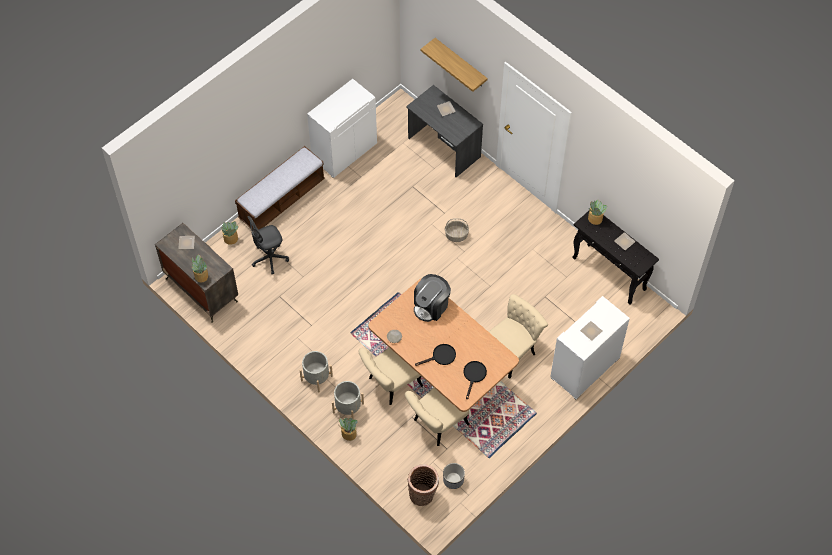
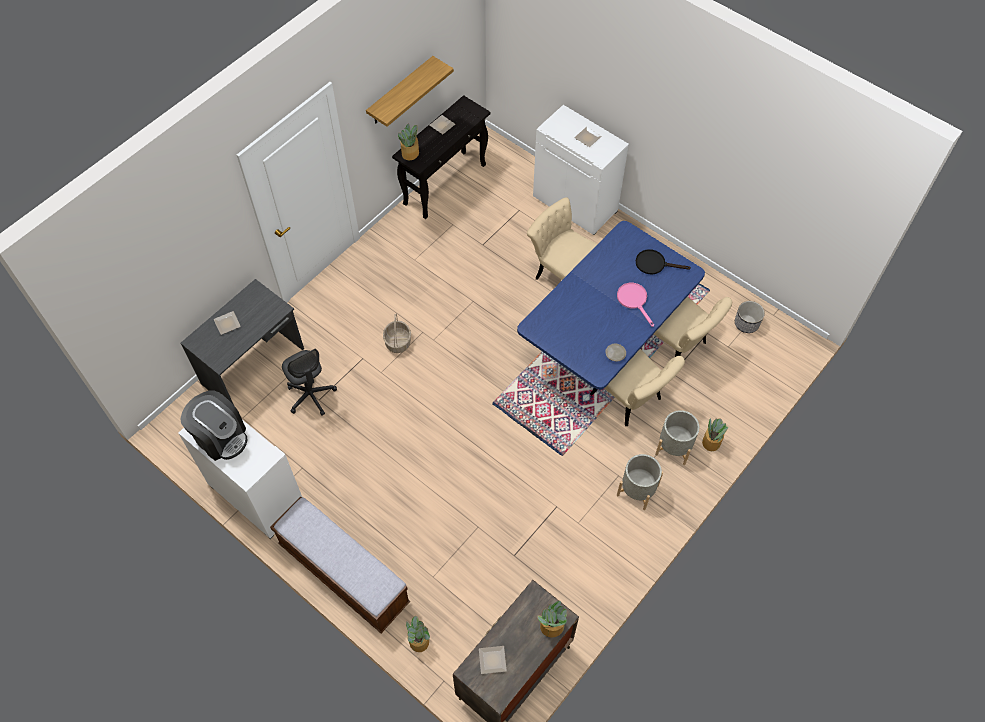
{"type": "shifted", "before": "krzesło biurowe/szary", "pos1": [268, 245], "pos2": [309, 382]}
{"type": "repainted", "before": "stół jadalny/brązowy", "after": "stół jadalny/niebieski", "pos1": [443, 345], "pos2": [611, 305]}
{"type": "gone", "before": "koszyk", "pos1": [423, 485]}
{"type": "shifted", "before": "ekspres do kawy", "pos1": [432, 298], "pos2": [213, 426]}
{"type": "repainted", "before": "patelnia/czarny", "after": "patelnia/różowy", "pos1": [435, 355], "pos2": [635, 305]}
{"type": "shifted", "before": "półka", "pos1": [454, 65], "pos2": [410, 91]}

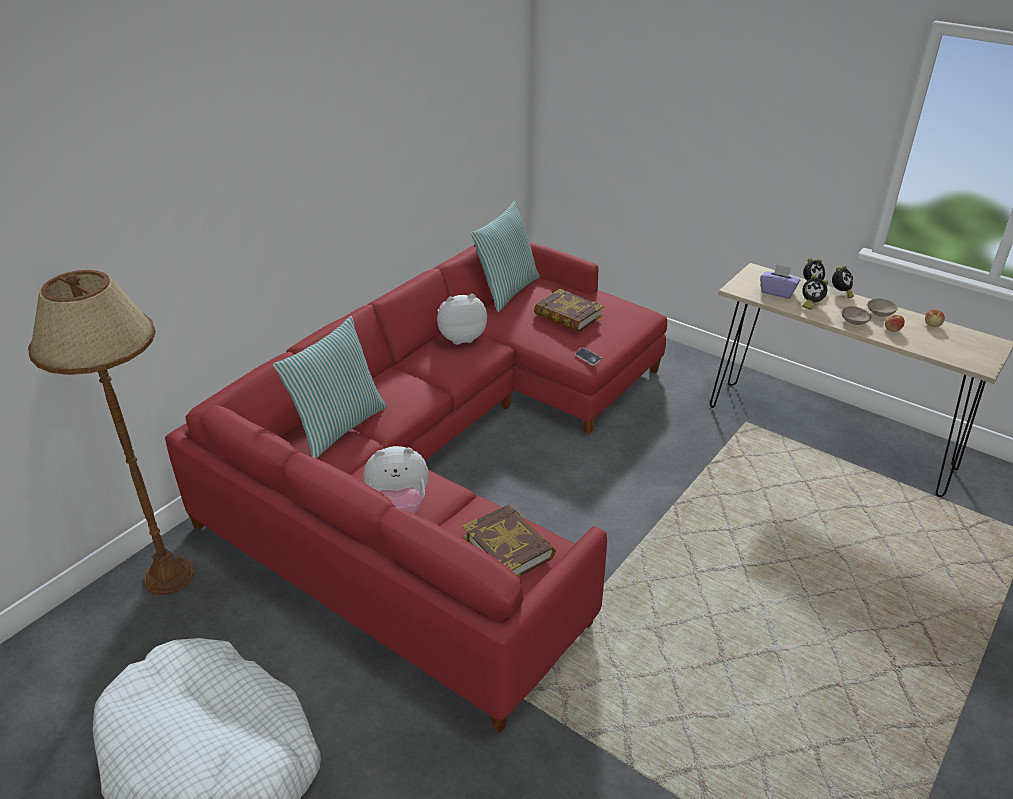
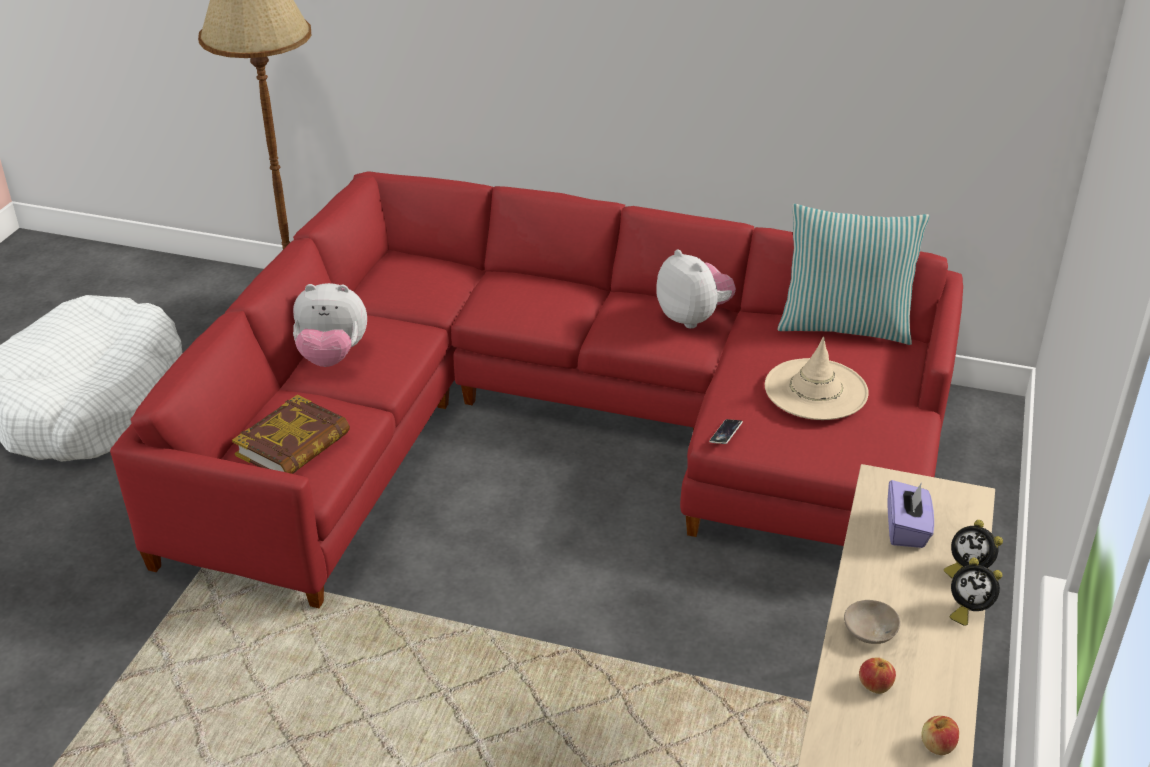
{"type": "gone", "before": "poduszka", "pos1": [330, 387]}
{"type": "rotated", "before": "pluszak", "pos1": [396, 480], "pos2": [330, 325], "turn": -60}
{"type": "swapped", "before": "książka", "after": "kapelusz/beżowy", "pos1": [569, 310], "pos2": [816, 378]}
{"type": "gone", "before": "budzik", "pos1": [815, 292]}
{"type": "gone", "before": "miska/beżowy", "pos1": [882, 308]}

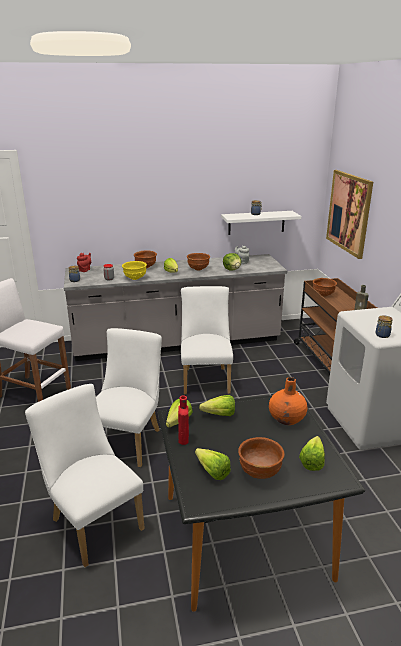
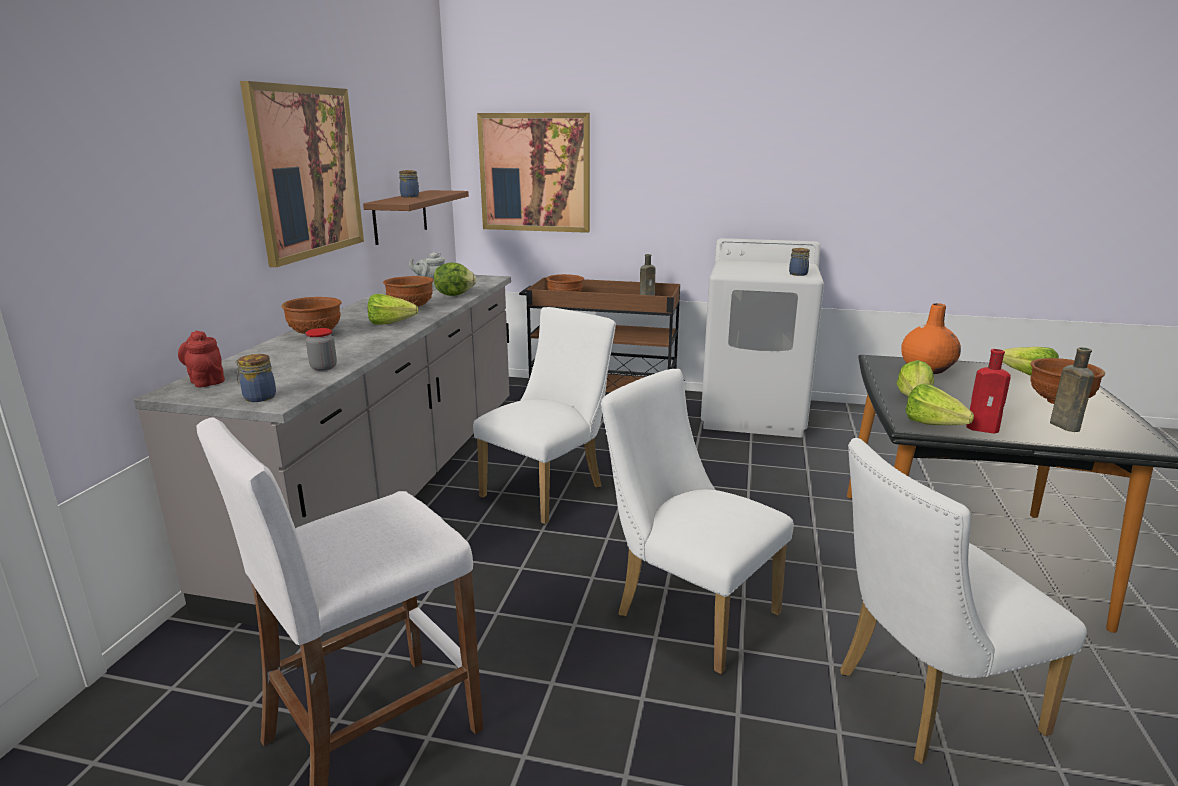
{"type": "gone", "before": "miska/żółty", "pos1": [134, 270]}
{"type": "rotated", "before": "krzesło/biały", "pos1": [207, 340], "pos2": [544, 415], "turn": 105}
{"type": "swapped", "before": "sałata", "after": "butelka/brązowy", "pos1": [213, 464], "pos2": [1072, 389]}
{"type": "repainted", "before": "półka/biały", "after": "półka/brązowy", "pos1": [261, 223], "pos2": [416, 217]}
{"type": "new", "after": "obraz", "pos2": [302, 174]}

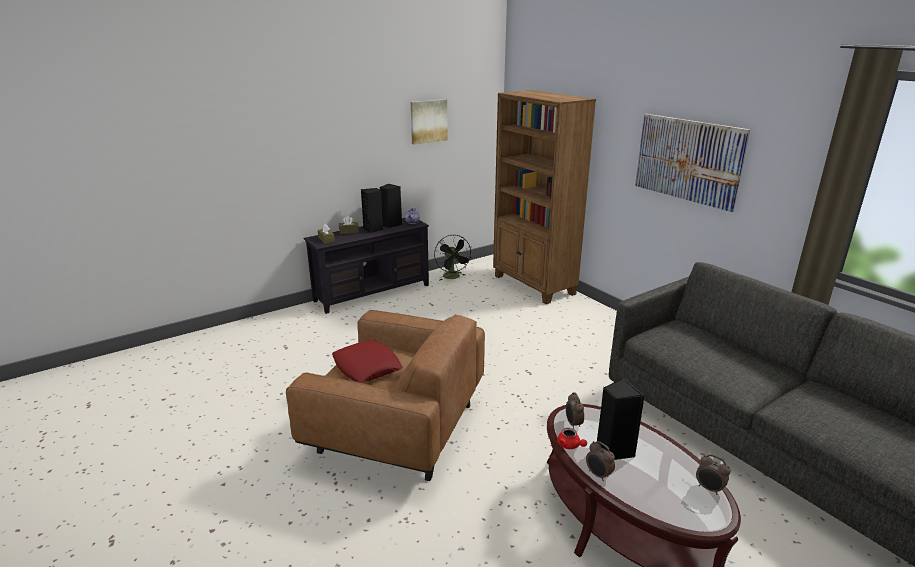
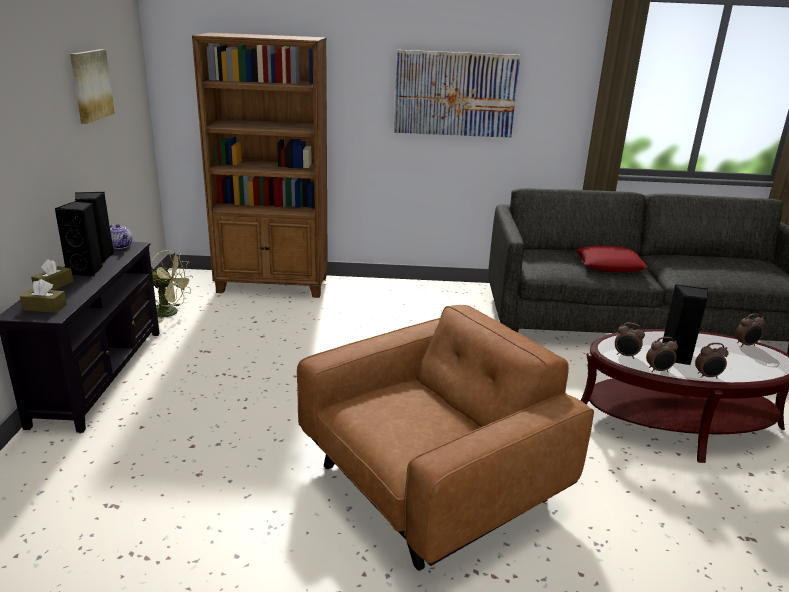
{"type": "shifted", "before": "poduszka/czerwony", "pos1": [367, 361], "pos2": [612, 258]}
{"type": "repainted", "before": "wentylator/czarny", "after": "wentylator/zielony", "pos1": [453, 257], "pos2": [172, 286]}
{"type": "swapped", "before": "imbryk/czerwony", "after": "budzik", "pos1": [572, 438], "pos2": [662, 354]}

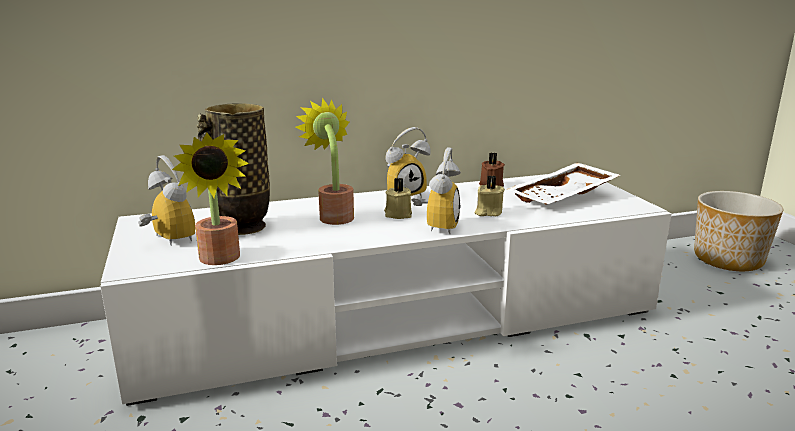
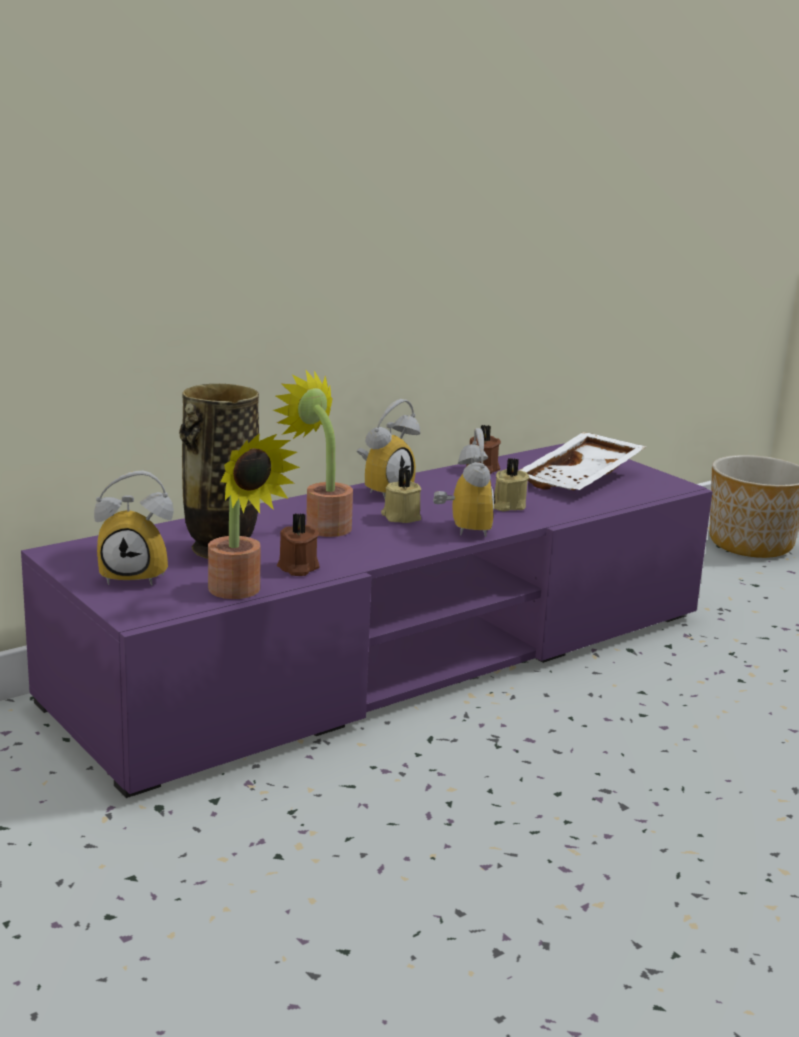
{"type": "repainted", "before": "szafka pod telewizor/biały", "after": "szafka pod telewizor/fioletowy", "pos1": [385, 290], "pos2": [367, 620]}
{"type": "rotated", "before": "budzik", "pos1": [166, 200], "pos2": [134, 528], "turn": 150}
{"type": "new", "after": "świeca/brązowy", "pos2": [298, 544]}

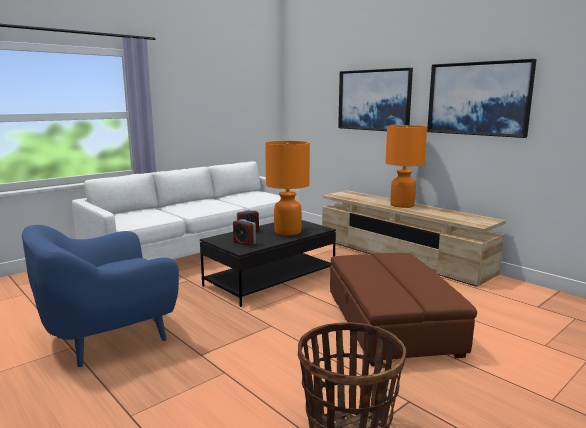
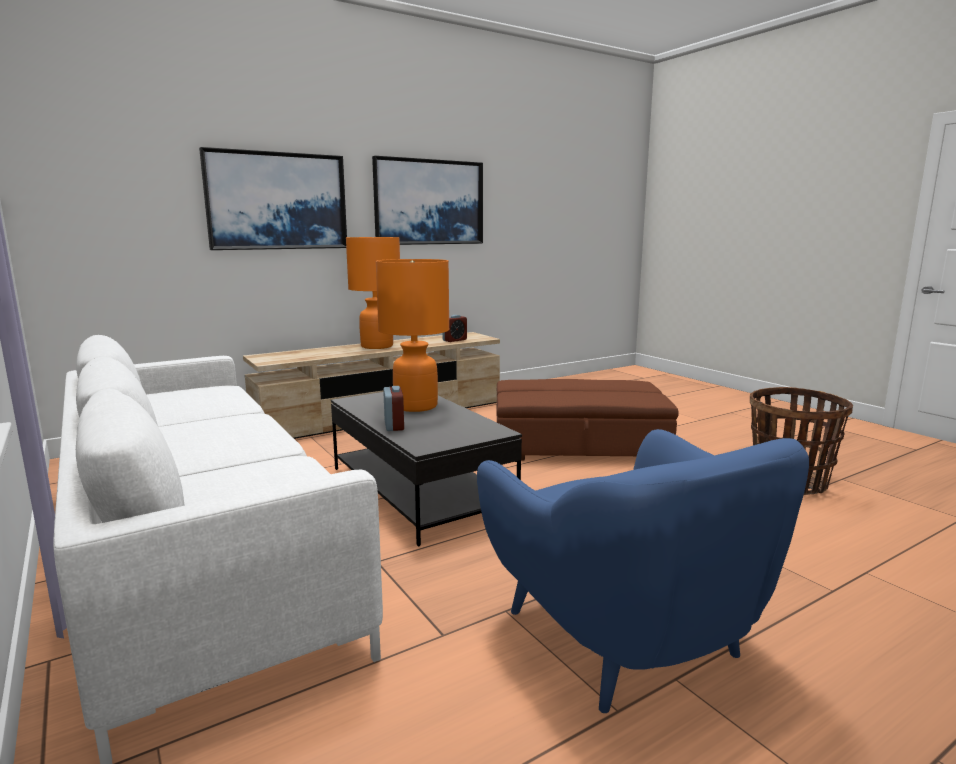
{"type": "shifted", "before": "budzik", "pos1": [244, 232], "pos2": [455, 328]}

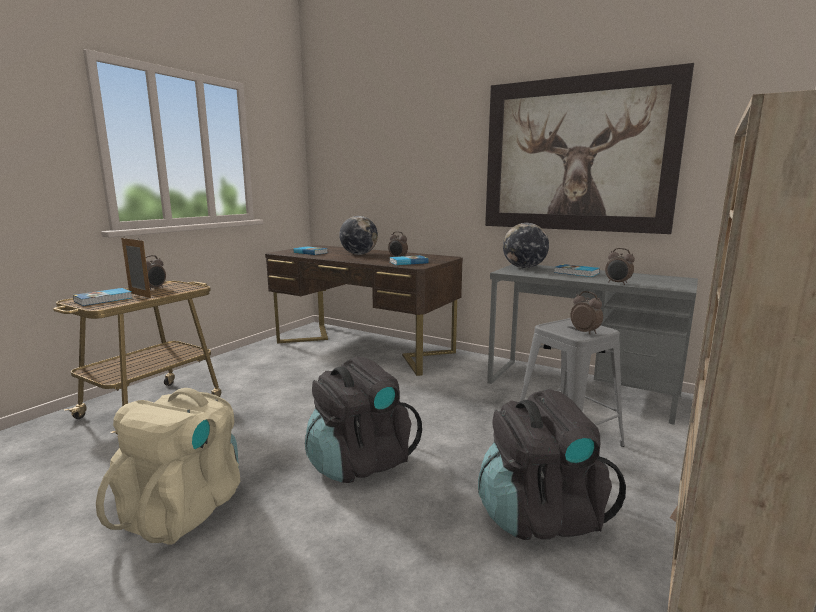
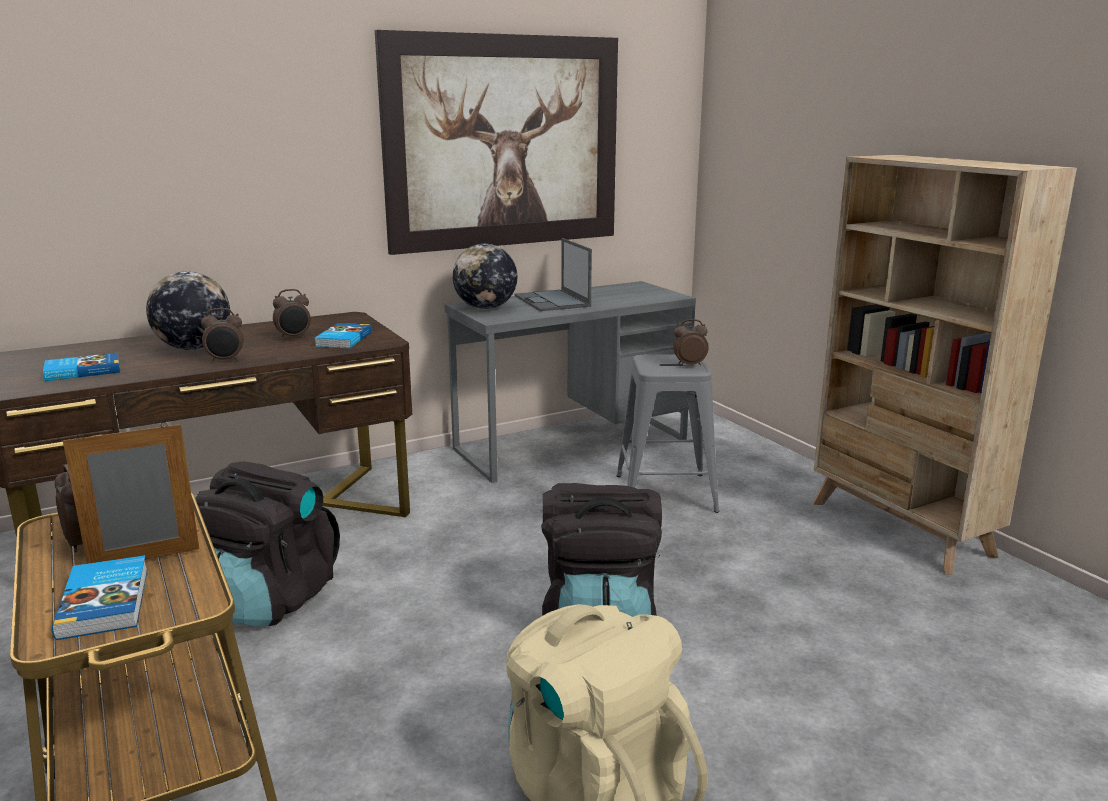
{"type": "shifted", "before": "plecak/czarny", "pos1": [552, 464], "pos2": [268, 543]}
{"type": "swapped", "before": "książka", "after": "laptop", "pos1": [577, 270], "pos2": [553, 274]}
{"type": "shifted", "before": "budzik", "pos1": [620, 266], "pos2": [222, 335]}

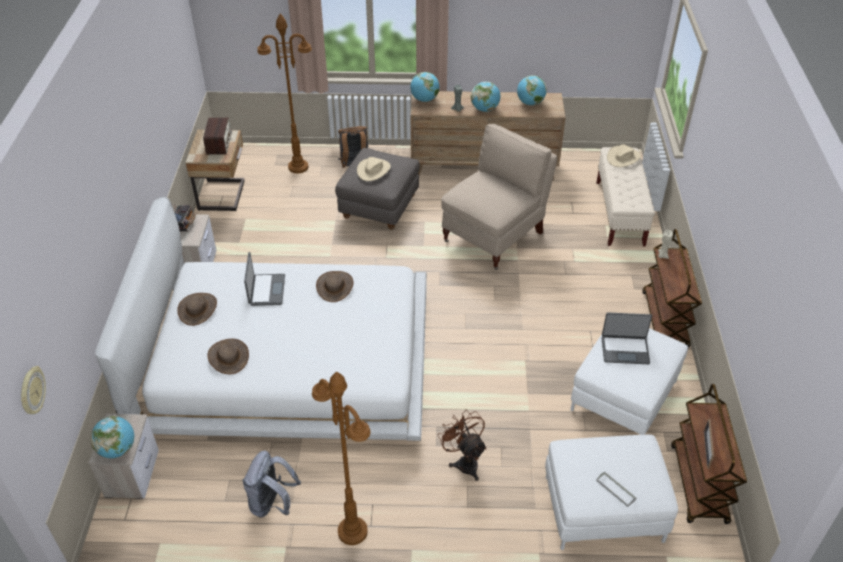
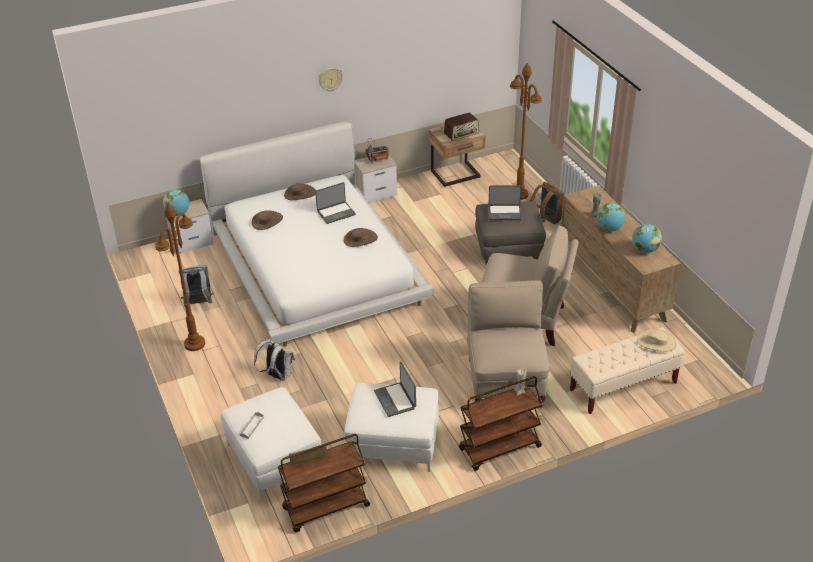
{"type": "shifted", "before": "zegar ścienny", "pos1": [33, 390], "pos2": [330, 79]}
{"type": "swapped", "before": "kapelusz/beżowy", "after": "laptop", "pos1": [374, 169], "pos2": [505, 202]}
{"type": "gone", "before": "globus", "pos1": [424, 87]}
{"type": "swapped", "before": "wentylator/brązowy", "after": "plecak/biały", "pos1": [462, 445], "pos2": [274, 360]}
{"type": "new", "after": "krzesło/beżowy", "pos2": [508, 344]}

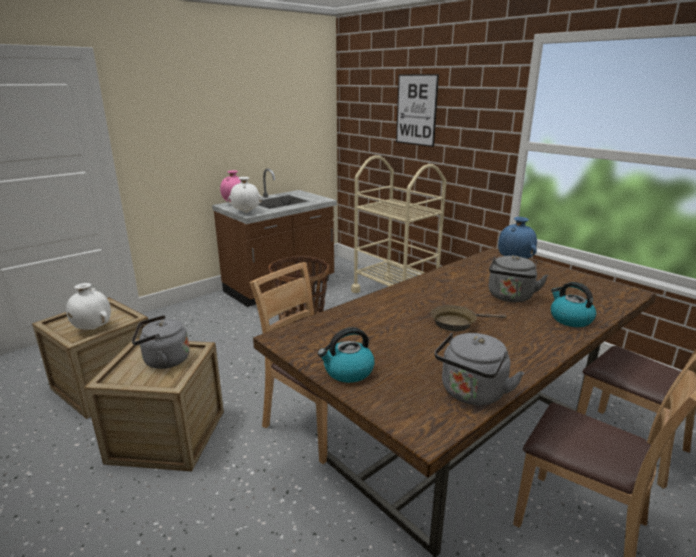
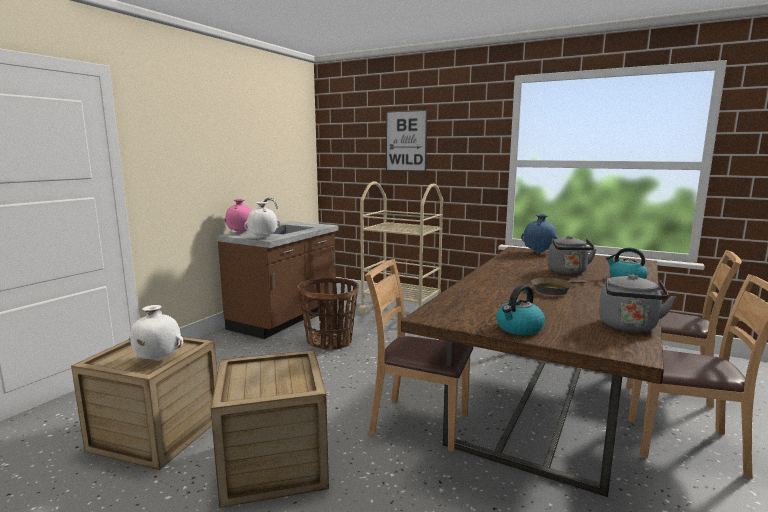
{"type": "gone", "before": "czajnik/szary", "pos1": [161, 342]}

